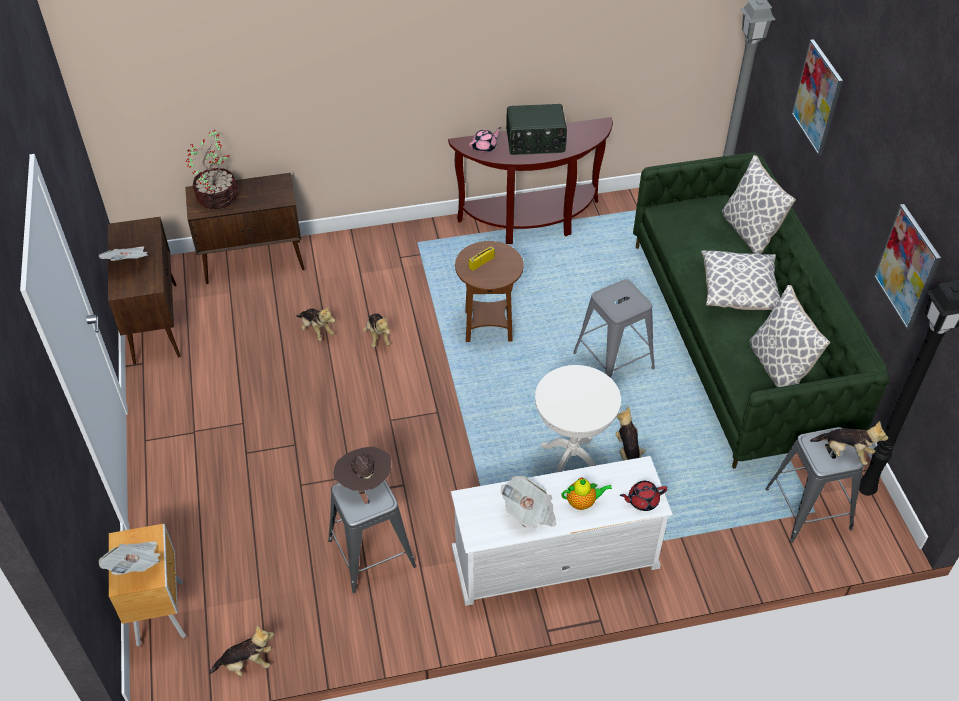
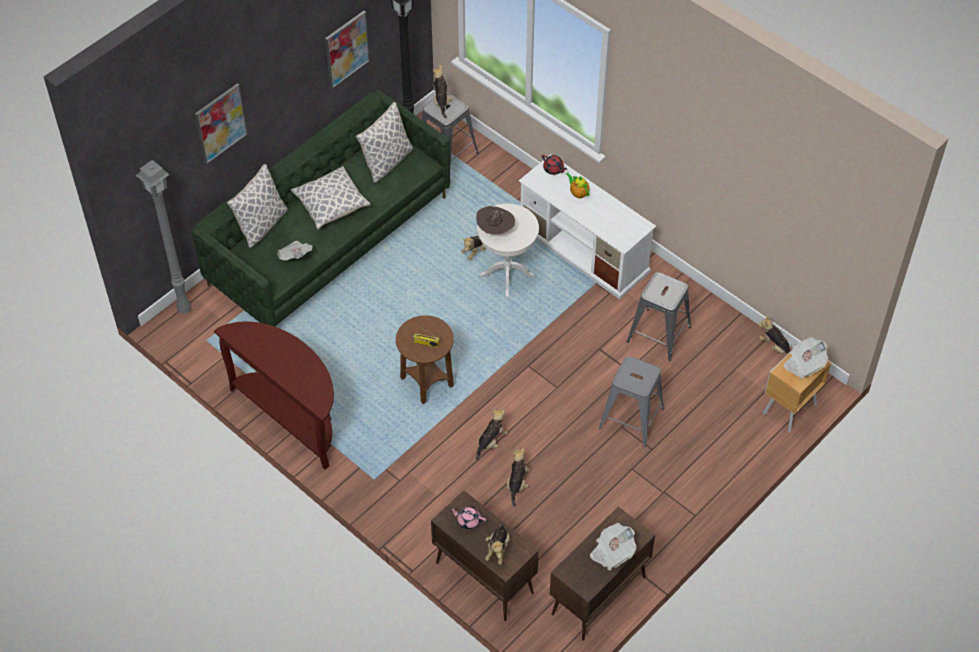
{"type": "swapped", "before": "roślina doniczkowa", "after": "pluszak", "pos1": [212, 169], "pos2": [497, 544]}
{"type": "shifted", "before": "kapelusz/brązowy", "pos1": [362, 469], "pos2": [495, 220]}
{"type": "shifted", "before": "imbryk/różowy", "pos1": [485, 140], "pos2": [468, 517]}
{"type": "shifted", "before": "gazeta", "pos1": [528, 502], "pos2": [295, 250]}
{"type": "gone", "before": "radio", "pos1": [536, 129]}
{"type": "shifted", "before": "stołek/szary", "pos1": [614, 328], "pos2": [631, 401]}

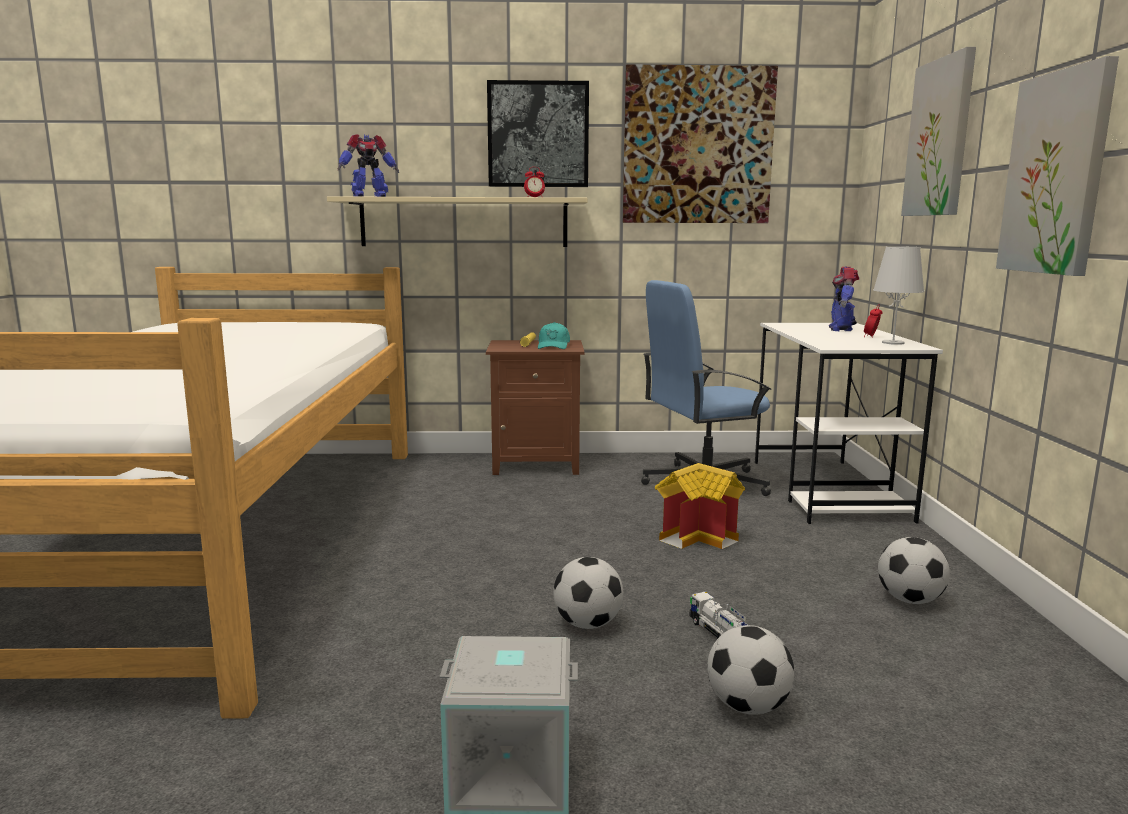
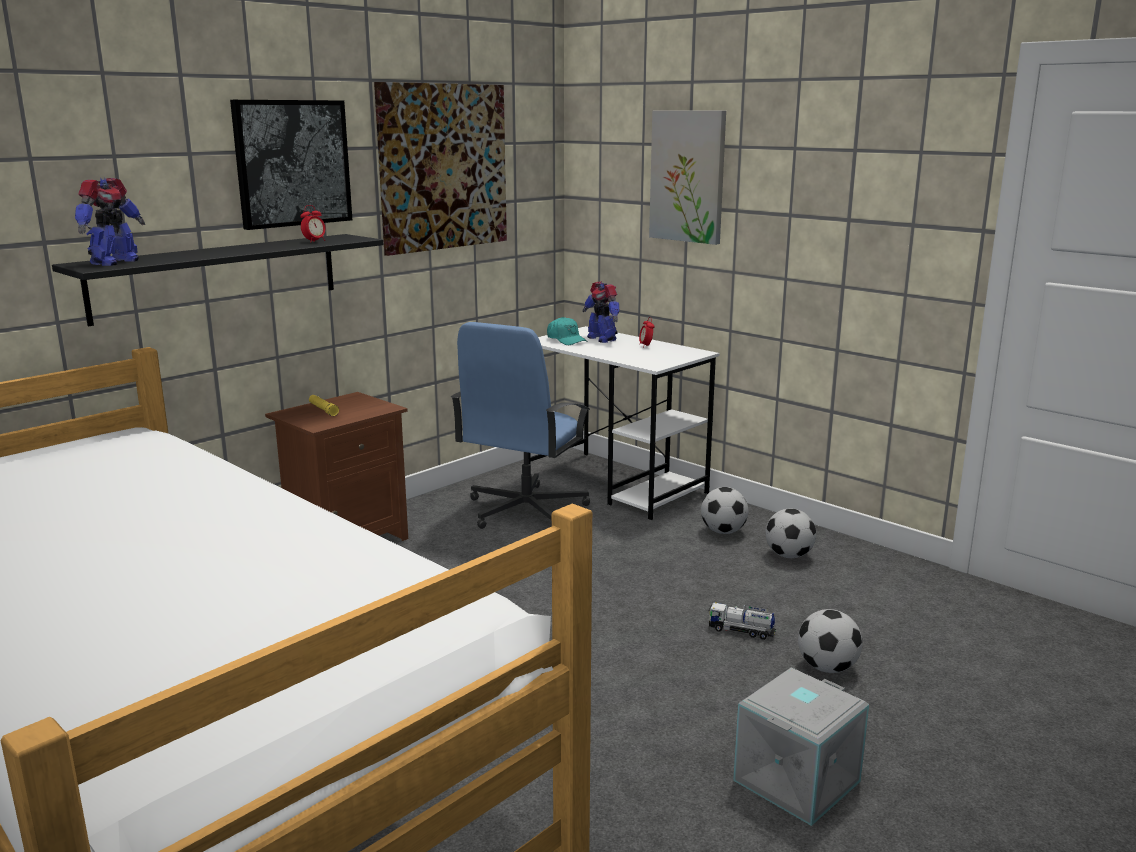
{"type": "repainted", "before": "półka/beżowy", "after": "półka/czarny", "pos1": [457, 221], "pos2": [217, 280]}
{"type": "shifted", "before": "czapka z daszkiem/turkusowy", "pos1": [554, 335], "pos2": [567, 331]}
{"type": "shifted", "before": "piłka futbolowa", "pos1": [588, 593], "pos2": [724, 510]}
{"type": "gone", "before": "domek", "pos1": [700, 506]}
{"type": "gone", "before": "lampa stołowa/biały", "pos1": [898, 295]}
{"type": "gone", "before": "obraz", "pos1": [1057, 166]}

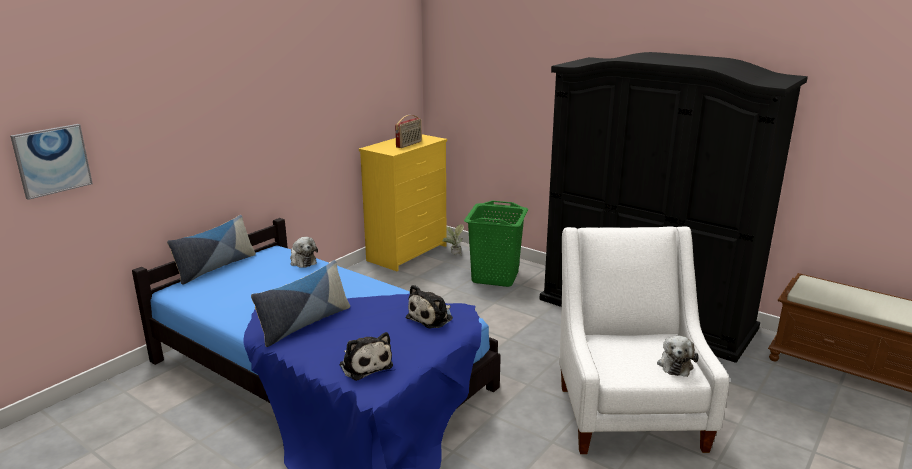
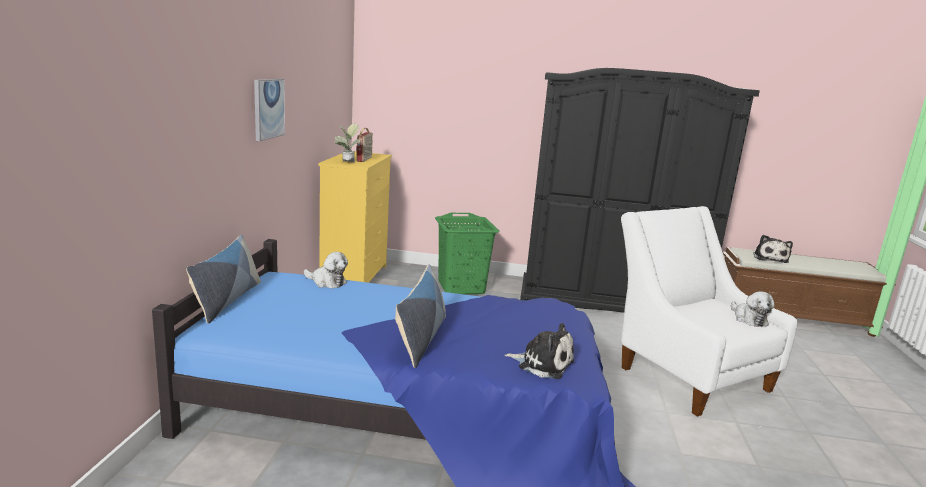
{"type": "shifted", "before": "obraz", "pos1": [51, 162], "pos2": [269, 110]}
{"type": "shifted", "before": "pluszak", "pos1": [429, 307], "pos2": [773, 249]}
{"type": "shifted", "before": "roślina doniczkowa", "pos1": [453, 240], "pos2": [347, 143]}

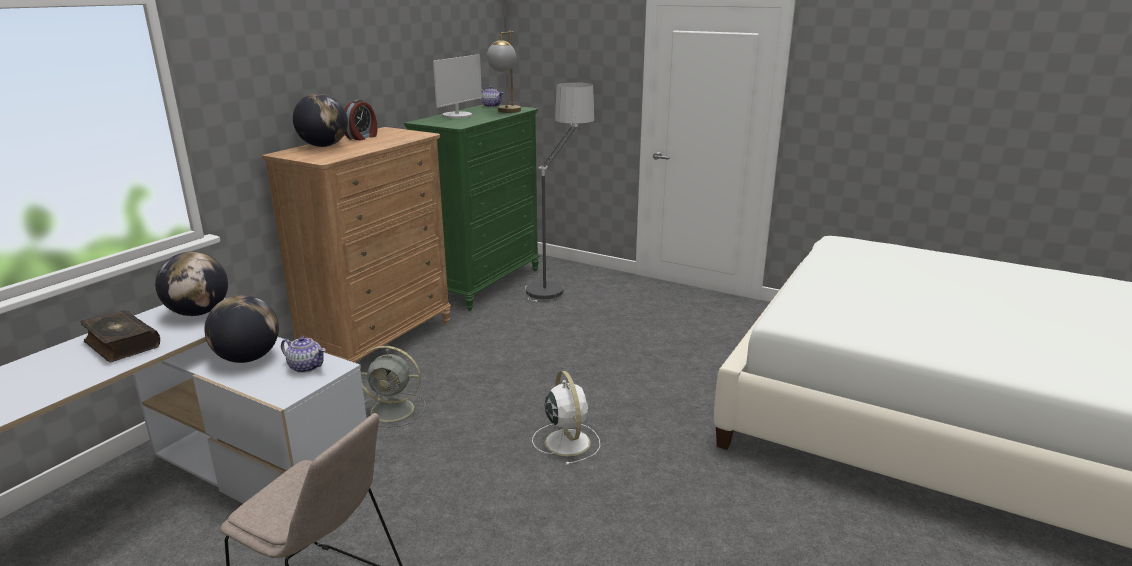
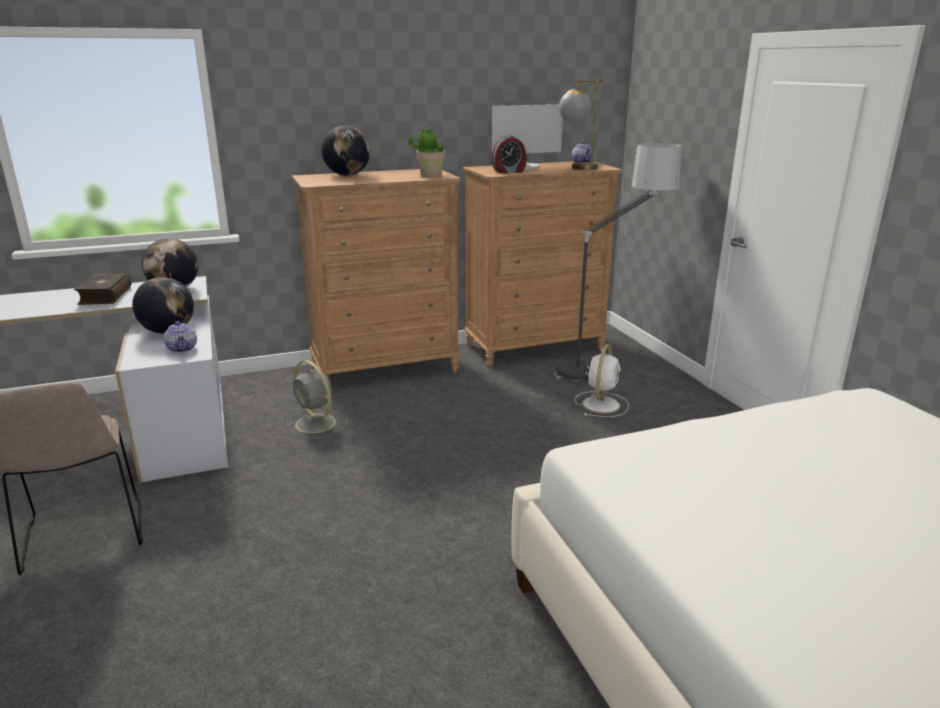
{"type": "shifted", "before": "budzik", "pos1": [361, 120], "pos2": [509, 155]}
{"type": "repainted", "before": "komoda/zielony", "after": "komoda/brązowy", "pos1": [471, 208], "pos2": [542, 264]}
{"type": "shifted", "before": "wentylator/biały", "pos1": [566, 418], "pos2": [602, 380]}
{"type": "new", "after": "roślina doniczkowa", "pos2": [426, 151]}

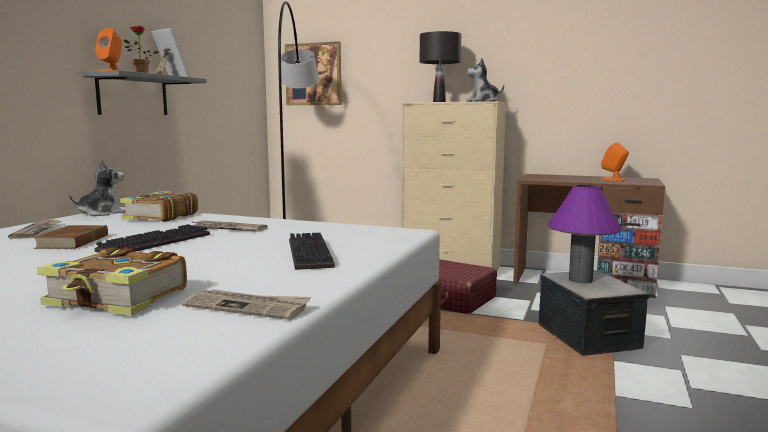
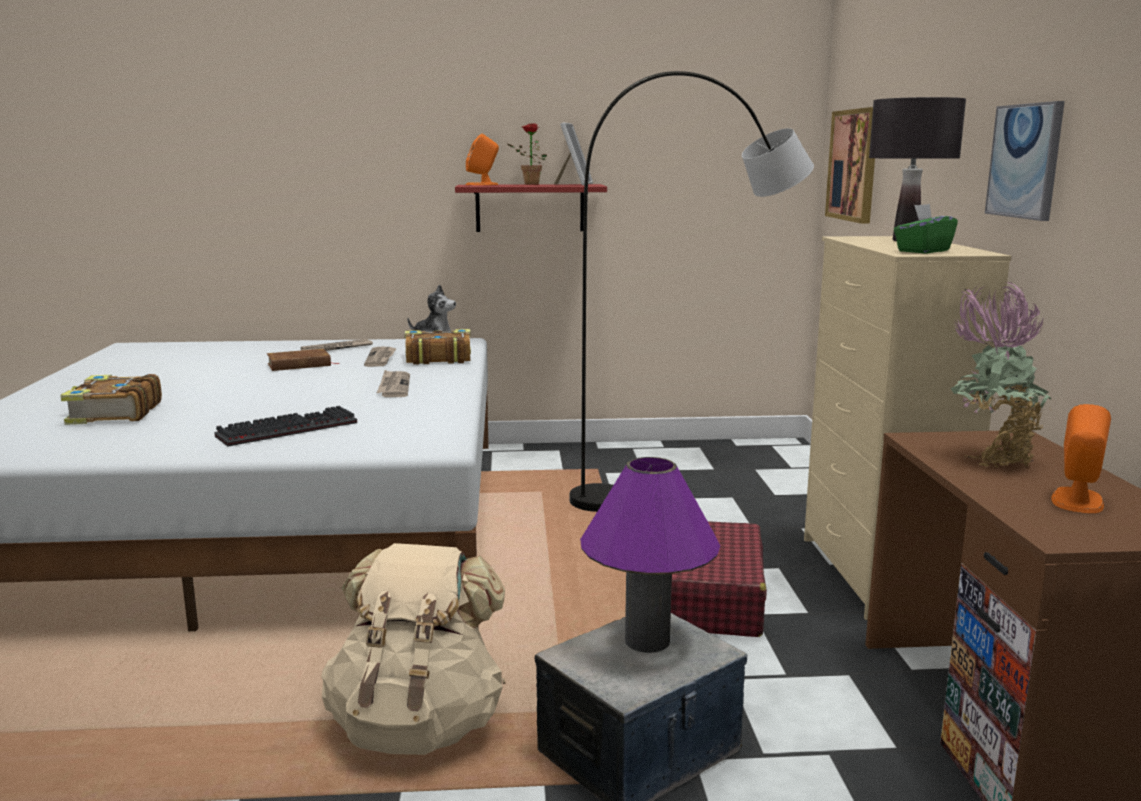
{"type": "repainted", "before": "półka/szary", "after": "półka/czerwony", "pos1": [144, 92], "pos2": [531, 208]}
{"type": "gone", "before": "klawiatura", "pos1": [152, 238]}
{"type": "shifted", "before": "gazeta", "pos1": [246, 304], "pos2": [380, 357]}
{"type": "swapped", "before": "pluszak", "after": "pudełko chusteczek/zielony", "pos1": [485, 80], "pos2": [926, 229]}
{"type": "new", "after": "plecak/beżowy", "pos2": [413, 649]}
{"type": "new", "after": "roślina doniczkowa", "pos2": [1001, 375]}
{"type": "new", "after": "obraz", "pos2": [1025, 161]}

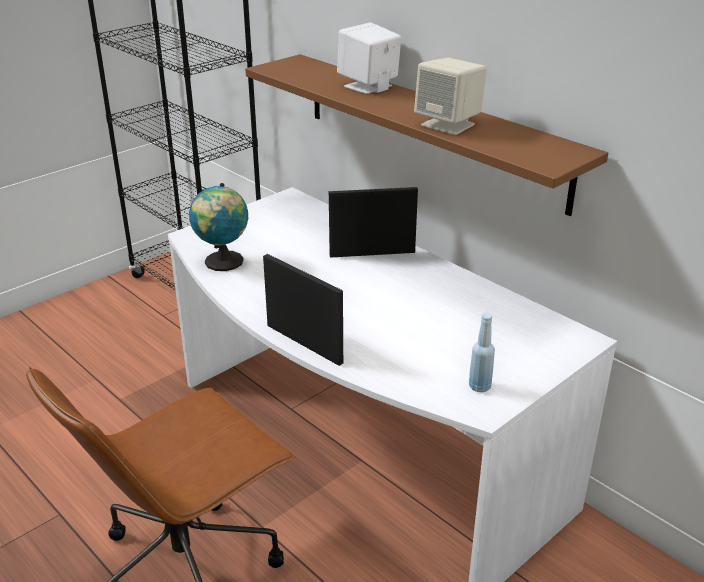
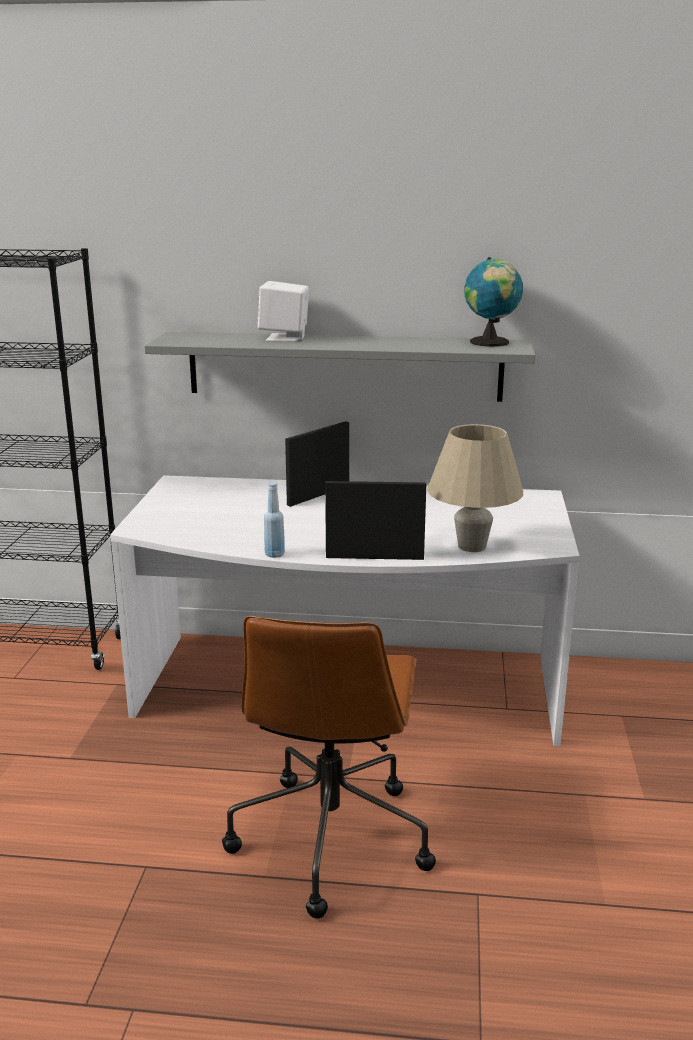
{"type": "shifted", "before": "globus", "pos1": [218, 227], "pos2": [493, 302]}
{"type": "repainted", "before": "półka/brązowy", "after": "półka/szary", "pos1": [426, 135], "pos2": [340, 367]}
{"type": "gone", "before": "głośnik/beżowy", "pos1": [450, 96]}
{"type": "shifted", "before": "butelka/niebieski", "pos1": [482, 352], "pos2": [274, 520]}
{"type": "new", "after": "lampa stołowa/beżowy", "pos2": [475, 488]}

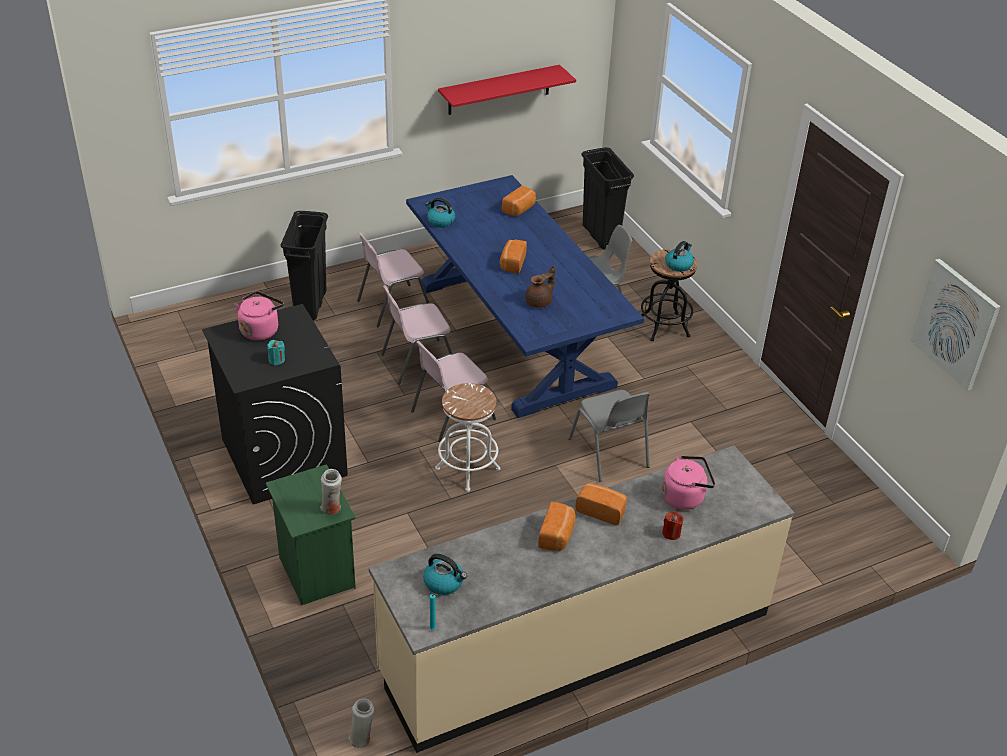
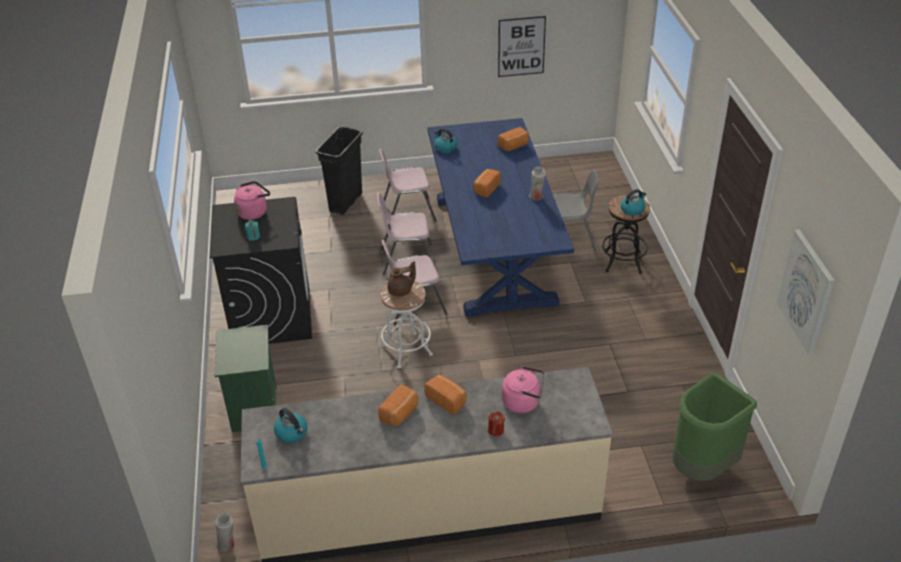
{"type": "shifted", "before": "wazon/biały", "pos1": [331, 492], "pos2": [537, 184]}
{"type": "swapped", "before": "półka/czerwony", "after": "obraz", "pos1": [507, 90], "pos2": [522, 46]}
{"type": "shifted", "before": "imbryk/brązowy", "pos1": [540, 286], "pos2": [402, 279]}
{"type": "gone", "before": "krzesło/szary", "pos1": [609, 436]}
{"type": "gone", "before": "kosz na śmieci/czarny", "pos1": [608, 198]}
{"type": "new", "after": "kosz na śmieci/zielony", "pos2": [714, 427]}

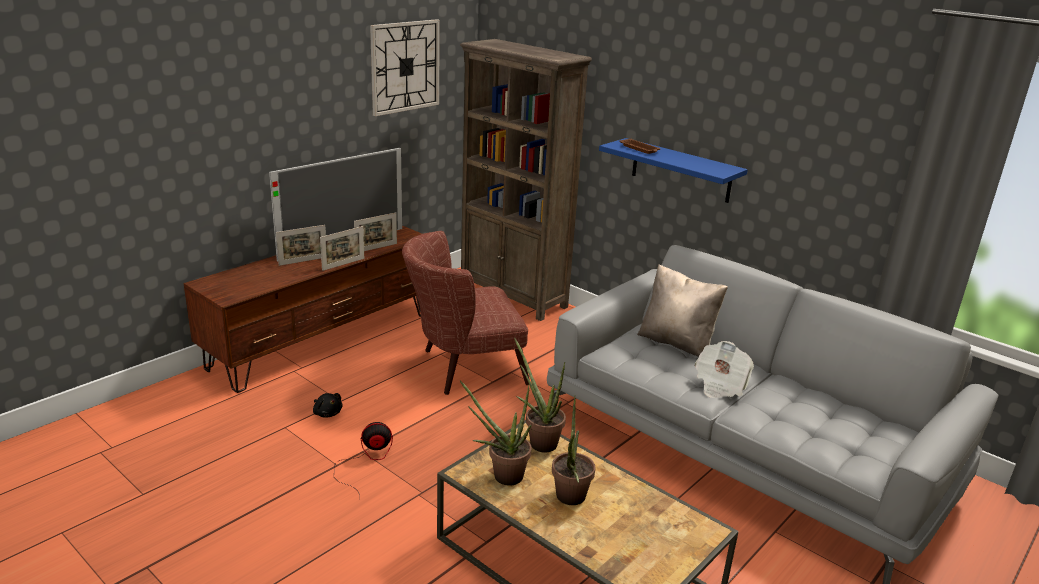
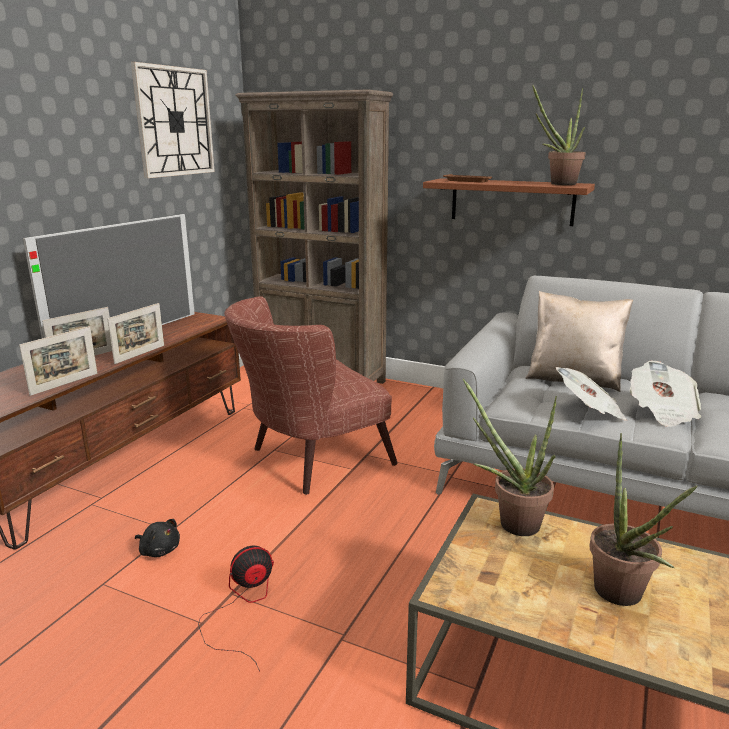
{"type": "shifted", "before": "ramka na zdjęcie", "pos1": [375, 232], "pos2": [58, 361]}
{"type": "shifted", "before": "roślina doniczkowa", "pos1": [496, 433], "pos2": [559, 135]}
{"type": "repainted", "before": "półka/niebieski", "after": "półka/brązowy", "pos1": [673, 170], "pos2": [509, 202]}
{"type": "new", "after": "gazeta", "pos2": [591, 394]}

